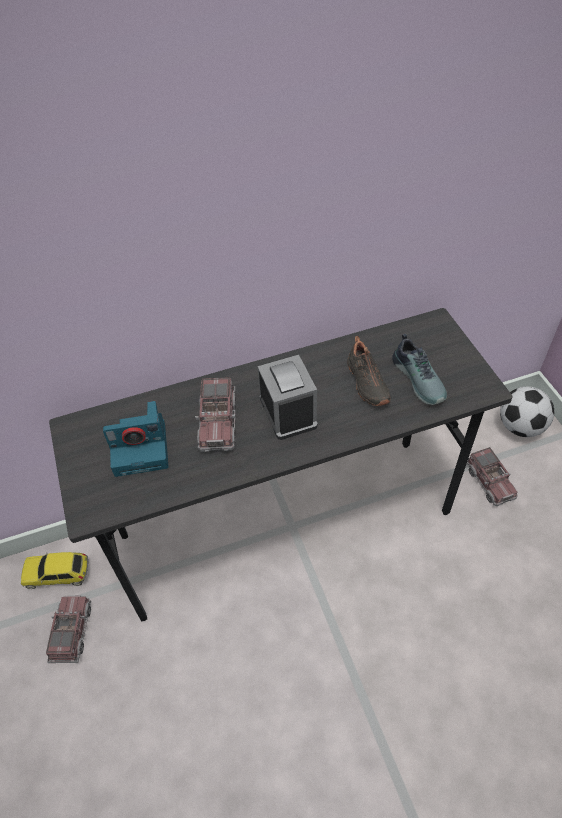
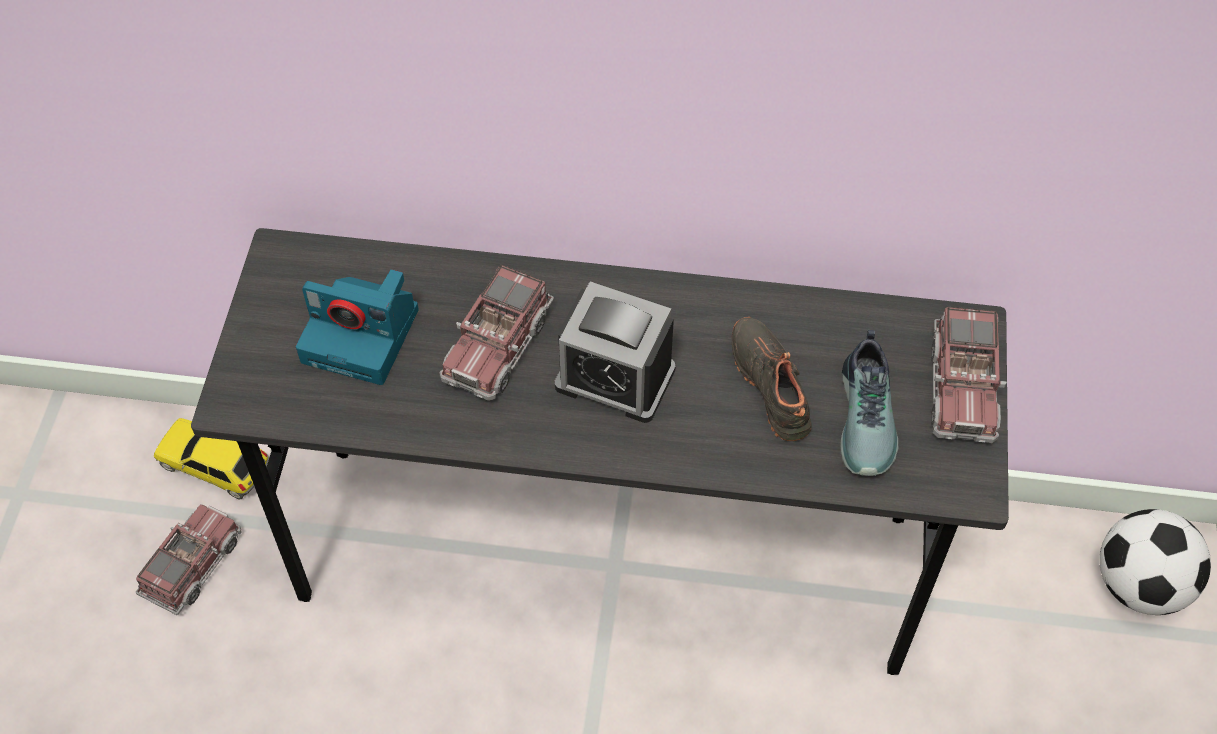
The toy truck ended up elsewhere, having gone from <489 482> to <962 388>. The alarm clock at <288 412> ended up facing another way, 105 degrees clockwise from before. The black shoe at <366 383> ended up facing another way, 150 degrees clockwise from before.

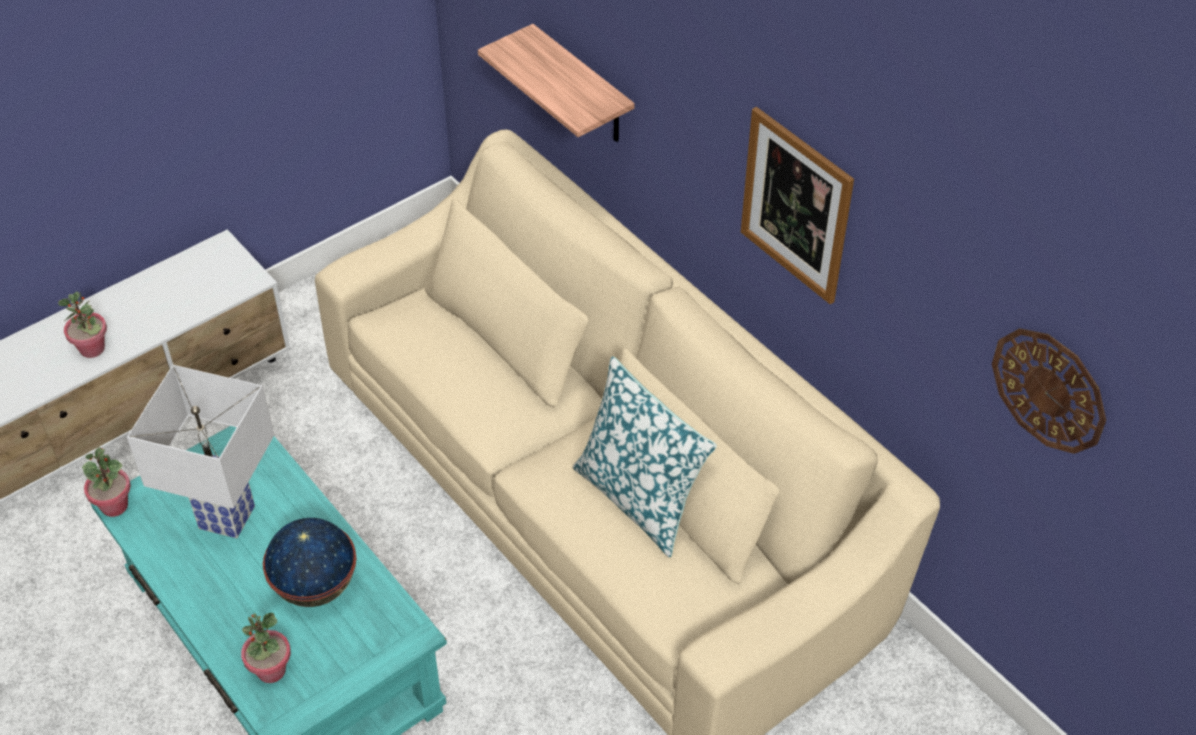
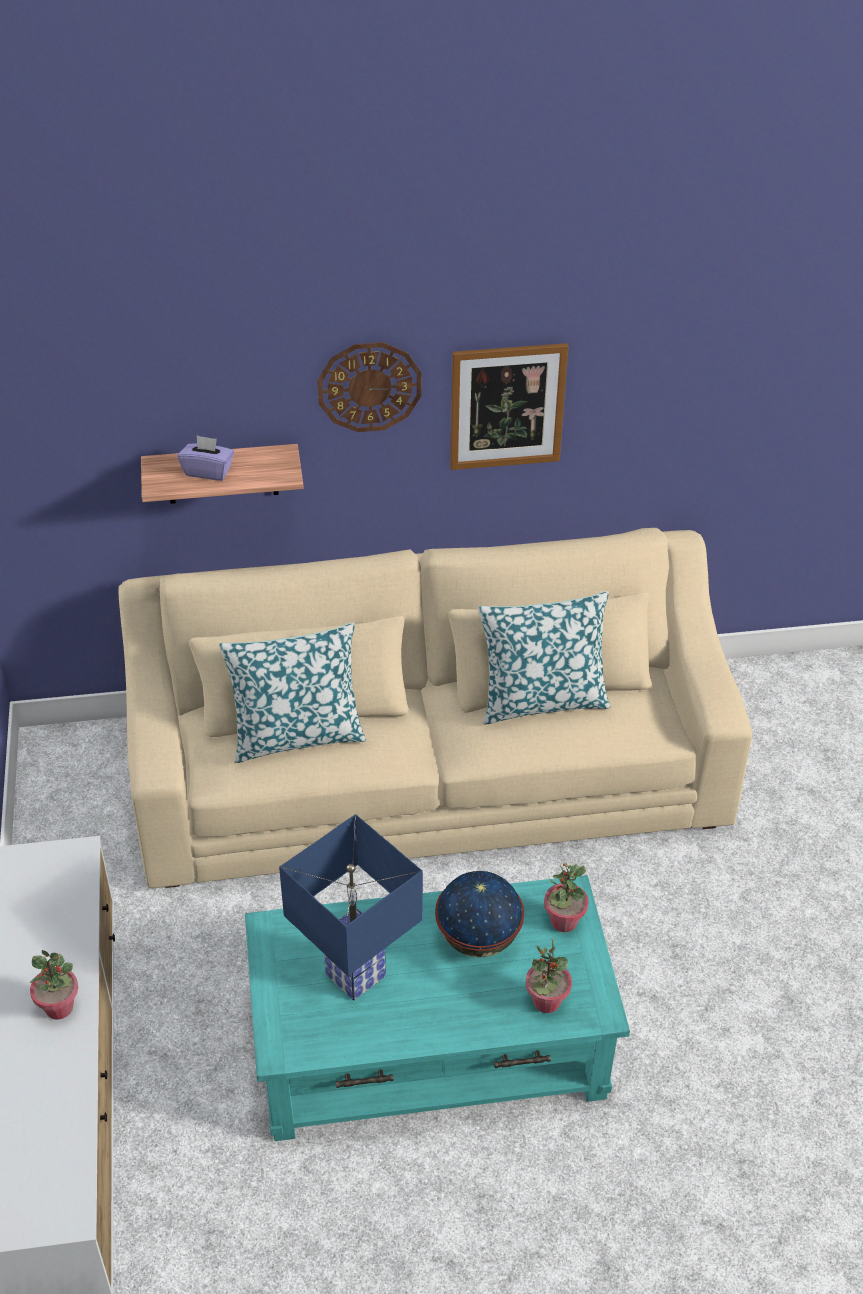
The second view gained the purple tissue box at <208 471>. The second view gained the pillow at <297 735>. The potted plant ended up elsewhere, having gone from <114 506> to <563 921>. The wall clock ended up elsewhere, having gone from <1049 389> to <369 386>. What was the white table lamp at <227 518> turned into the blue table lamp at <357 975>.

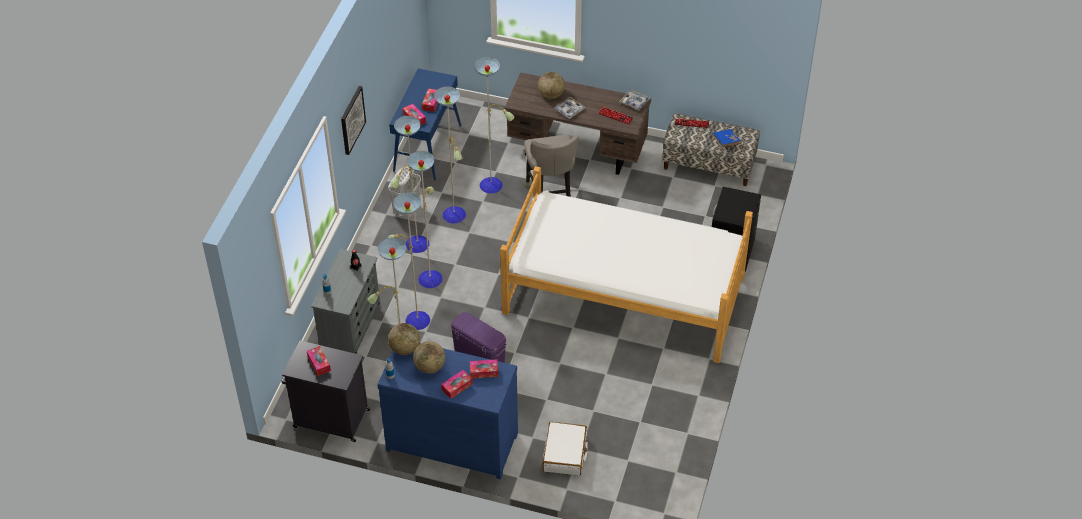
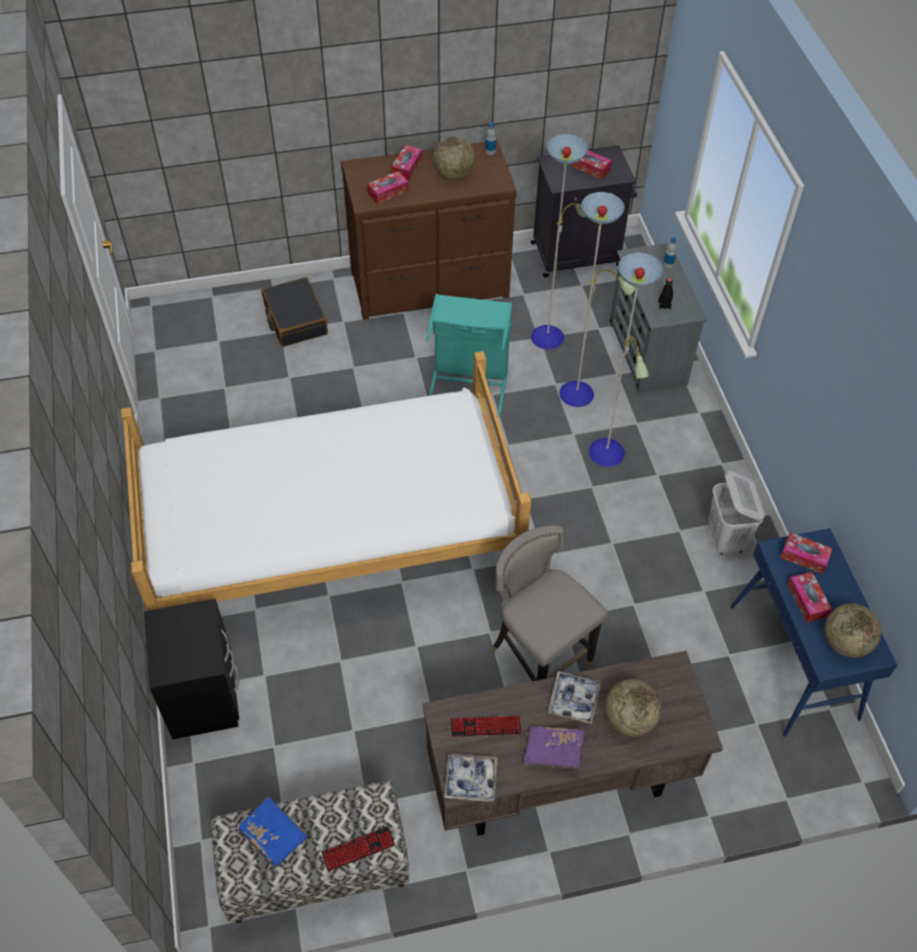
The second view lost the picture at <352 120>. The second view lost the floor lamp at <455 215>. The second view gained the purple book at <554 752>. The globe ended up elsewhere, having gone from <405 348> to <845 643>. Where the purple storage box stood at <479 356>, the turquoise laundry basket came to stand at <469 383>. What was the blue dresser at <452 439> turned into the brown dresser at <430 285>. What was the white suitcase at <565 454> turned into the black suitcase at <295 320>.

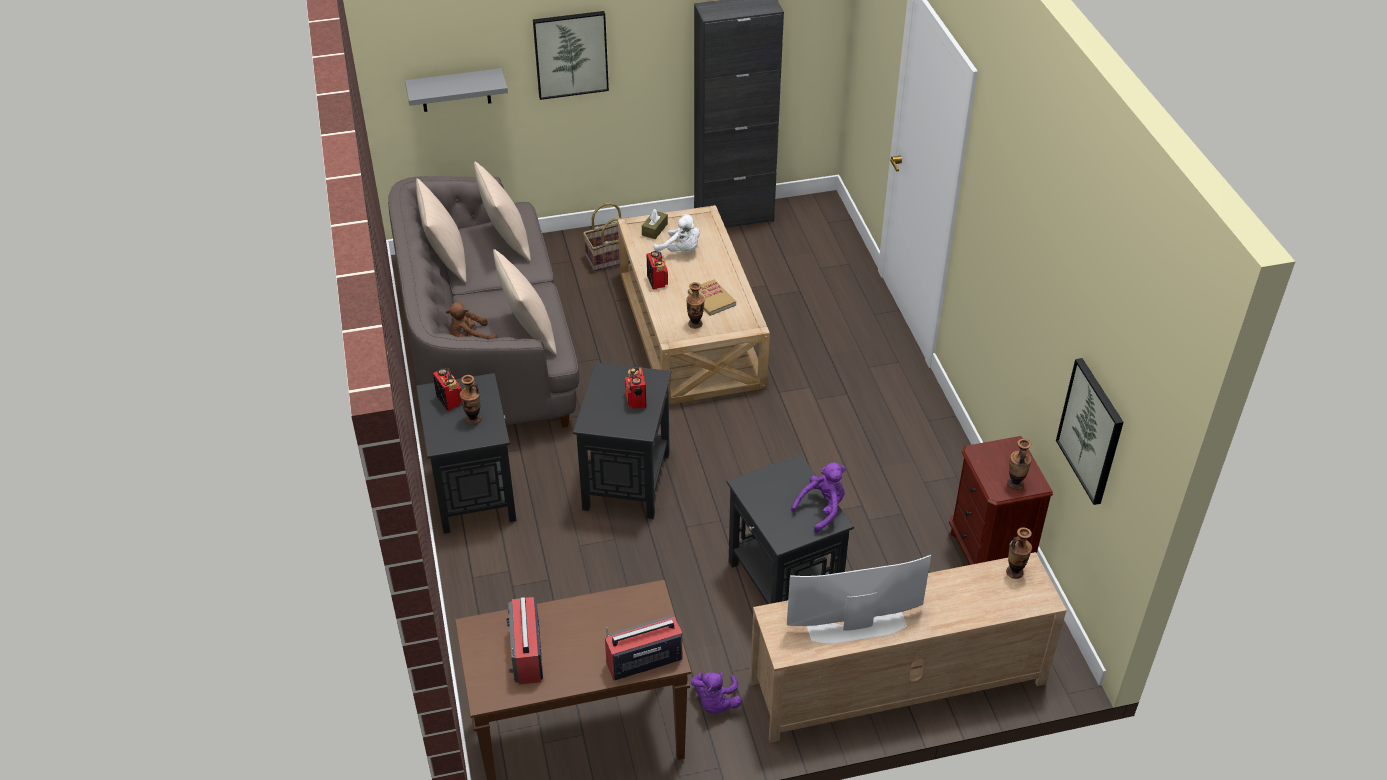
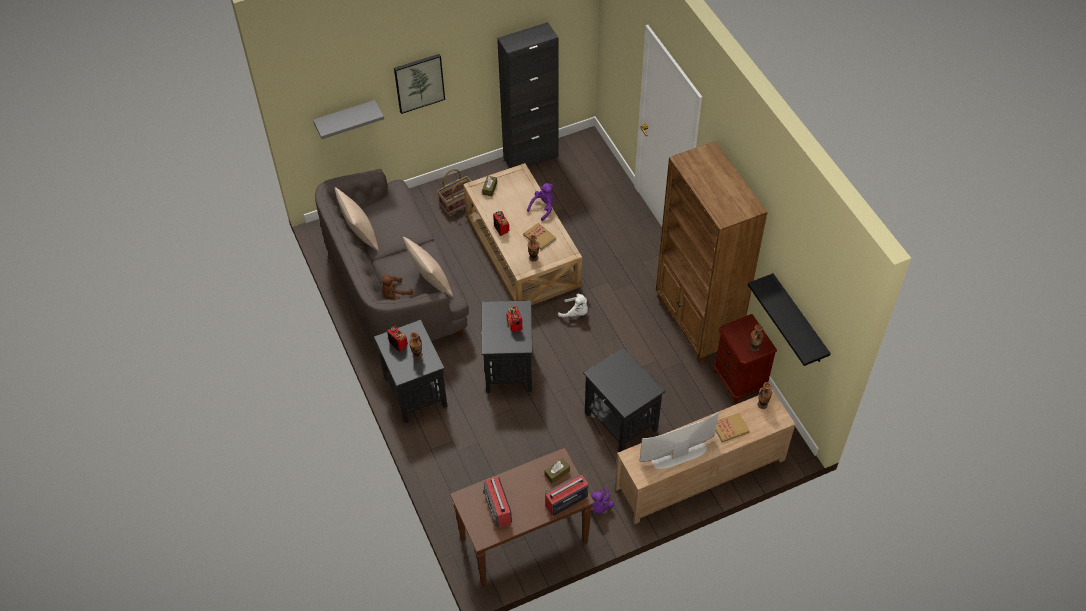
The second view lost the beige pillow at <506 241>. The second view gained the brown tissue box at <557 473>. The second view gained the brown bookcase at <697 323>. The second view gained the book at <730 428>. The white plush toy ended up elsewhere, having gone from <681 250> to <575 313>. The purple plush toy ended up elsewhere, having gone from <822 509> to <543 208>. Where the picture hung at <1091 431>, the black shelf came to hang at <799 320>.

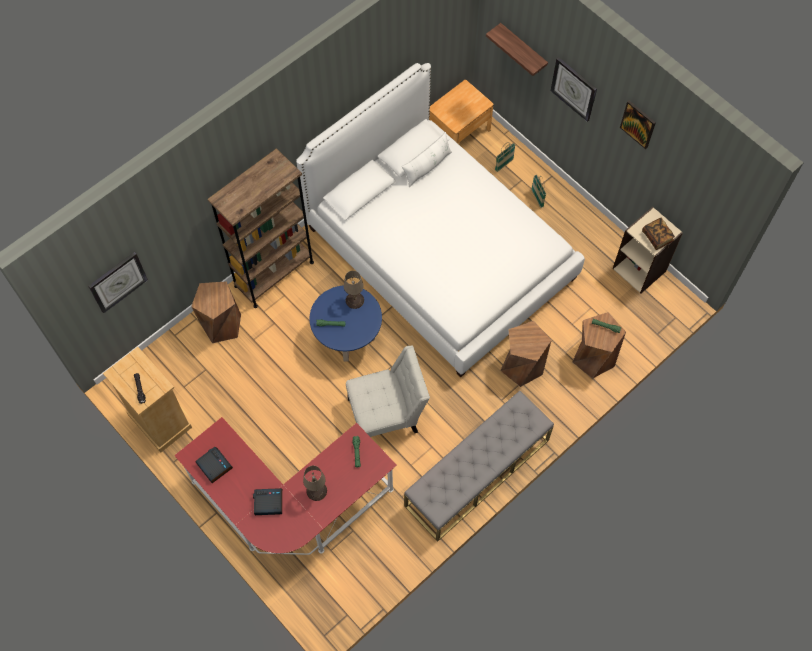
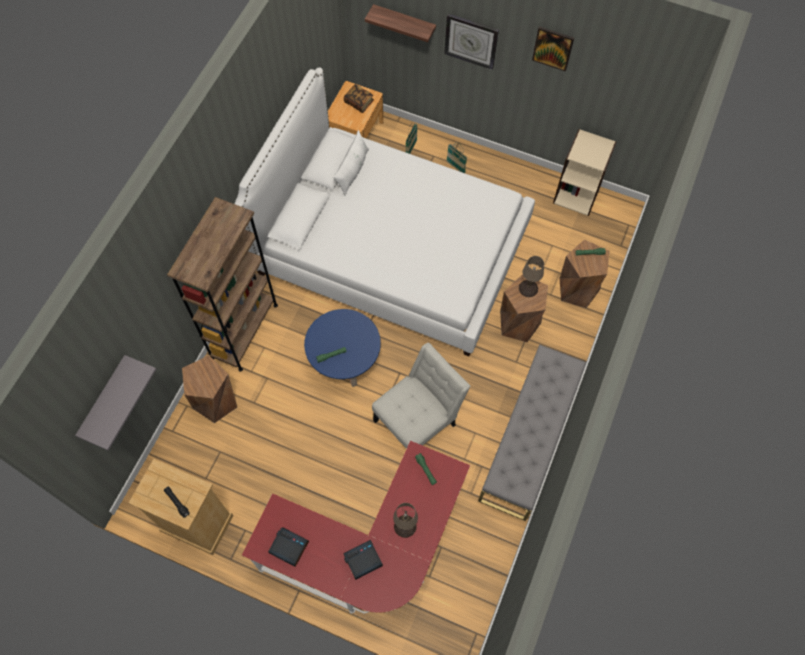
The beige table lamp ended up elsewhere, having gone from <354 300> to <528 288>. The book ended up elsewhere, having gone from <657 237> to <359 102>. Where the wall clock hung at <117 281>, the grey shelf came to hang at <104 399>.

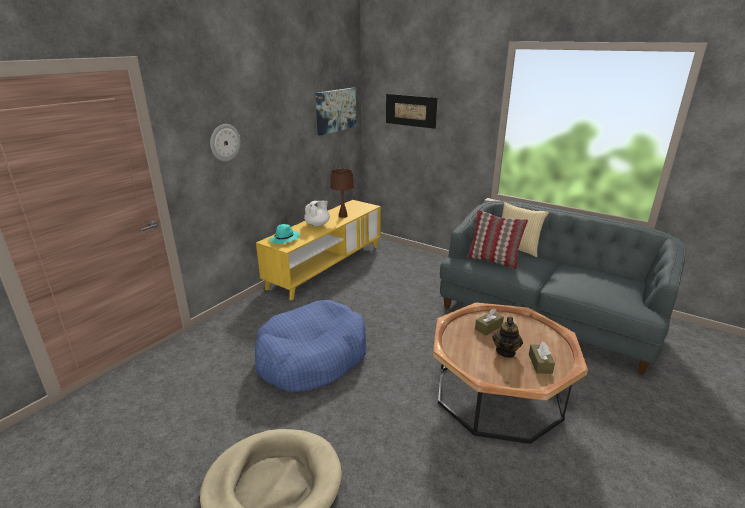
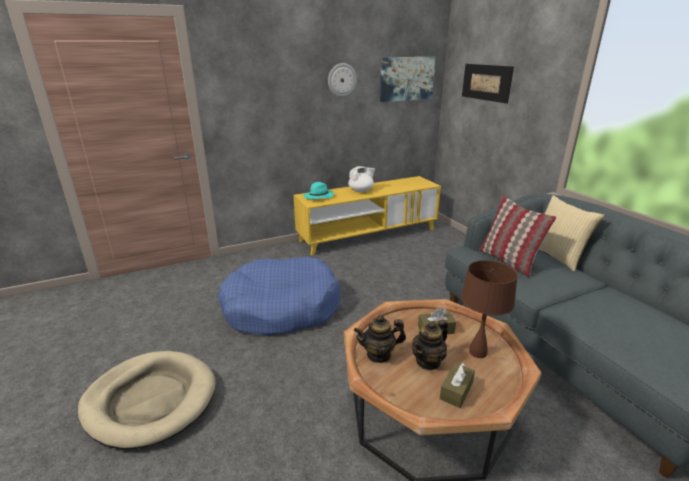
The second view gained the teapot at <379 355>. The wall clock ended up elsewhere, having gone from <224 142> to <342 80>. The brown table lamp ended up elsewhere, having gone from <343 216> to <477 352>.

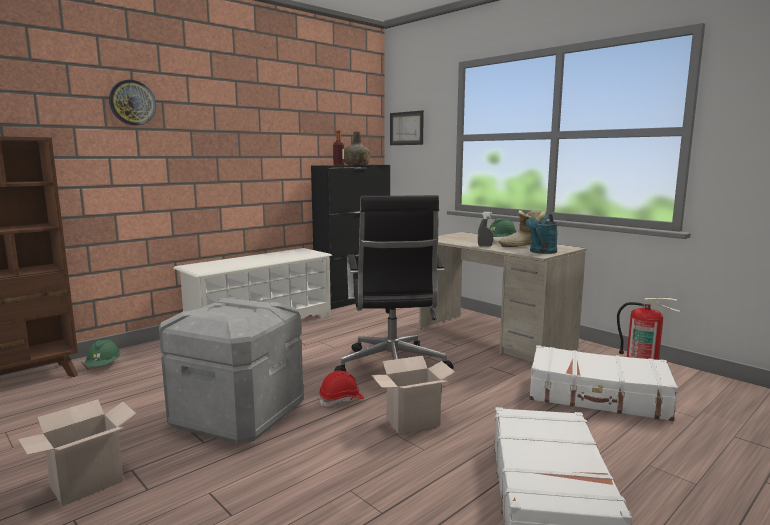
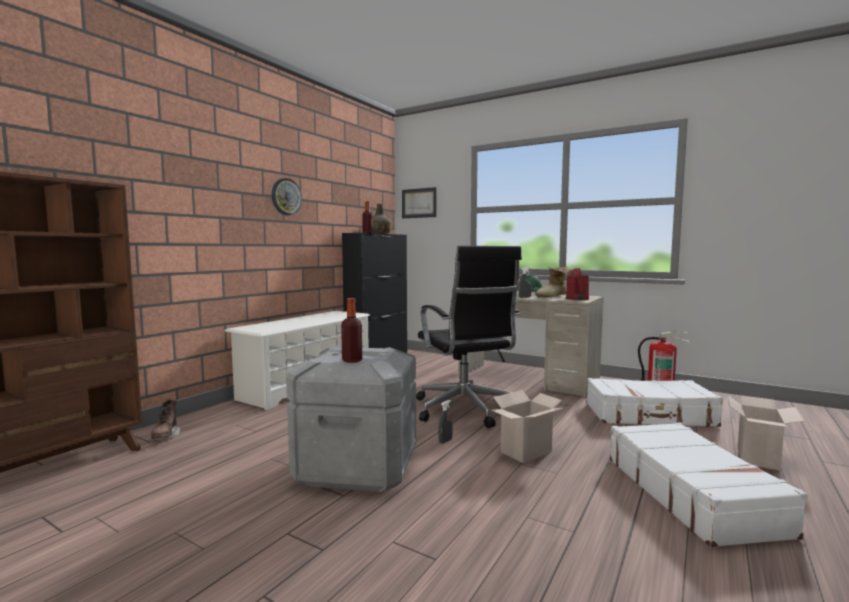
The second view gained the bottle at <352 360>. The cardboard box ended up elsewhere, having gone from <86 486> to <759 459>. The wall clock ended up elsewhere, having gone from <132 103> to <286 196>. Where the green hard hat stood at <103 365>, the brown boot came to stand at <165 436>. Where the red hard hat stood at <341 400>, the grey spray bottle came to stand at <445 441>. What was the turquoise watering can at <541 252> turned into the red watering can at <577 299>.

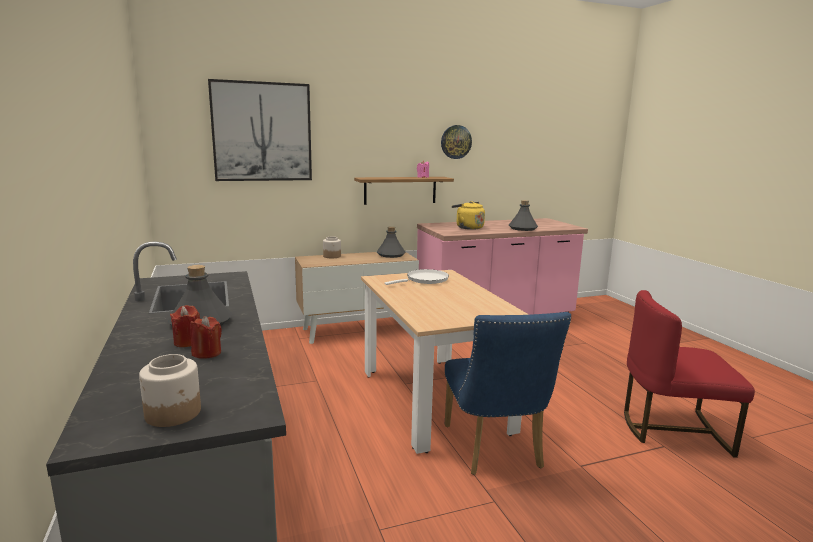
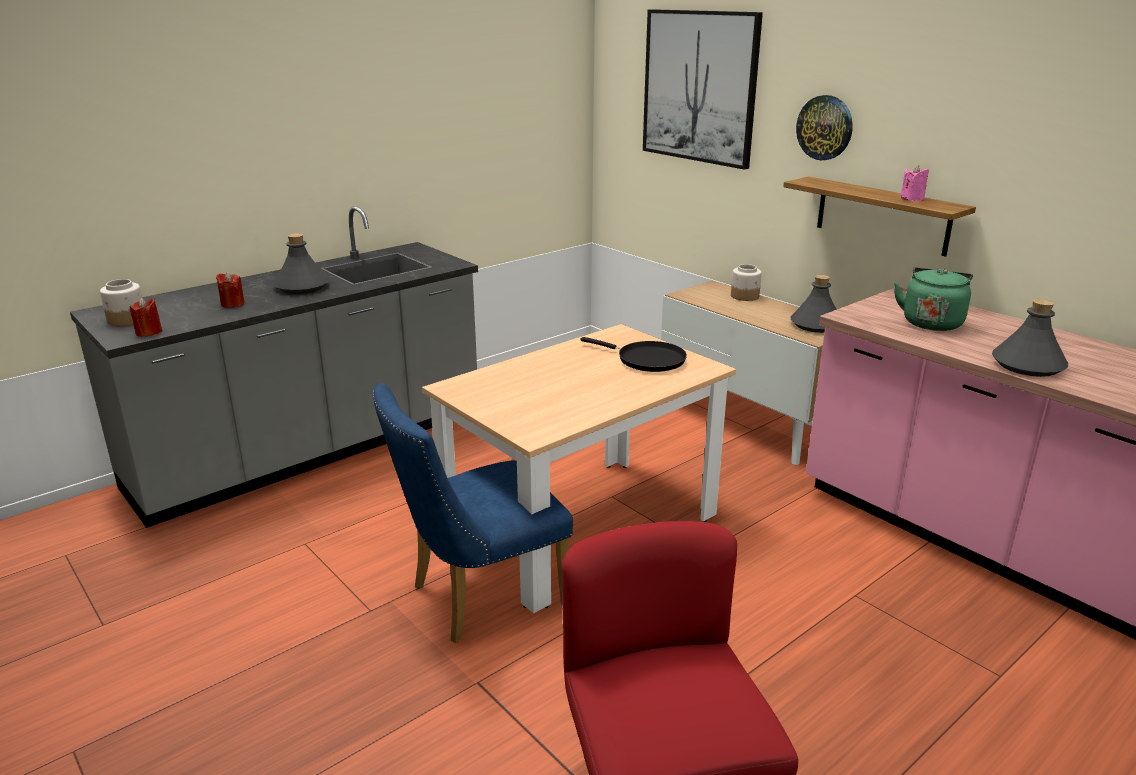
The red candle ended up elsewhere, having gone from <187 342> to <149 332>. The wall clock ended up elsewhere, having gone from <456 142> to <825 127>. What was the white frying pan at <425 280> turned into the black frying pan at <646 360>. What was the yellow kettle at <468 228> turned into the green kettle at <931 322>.

